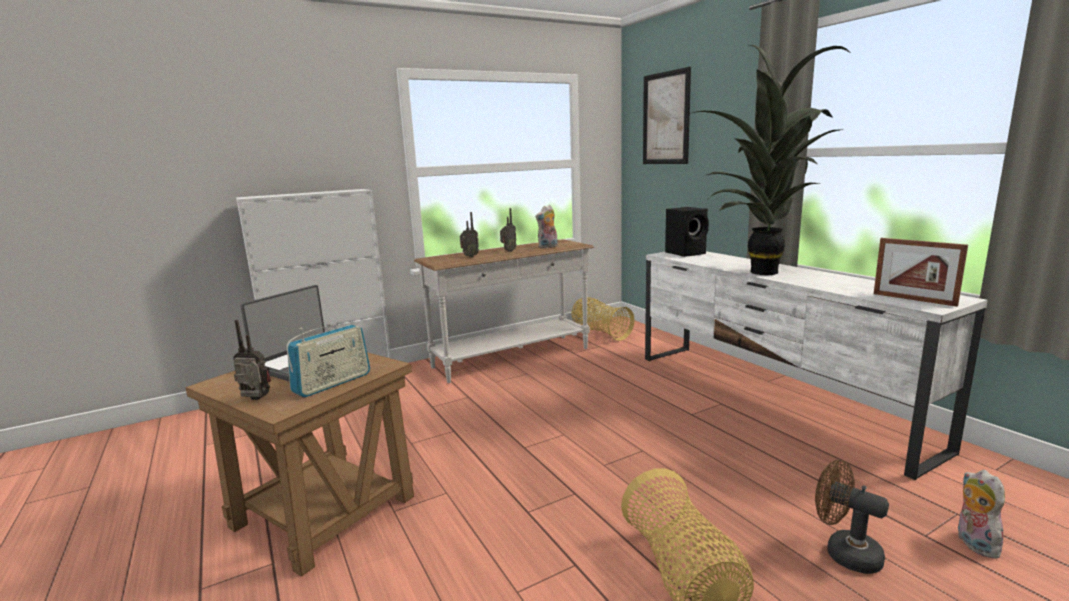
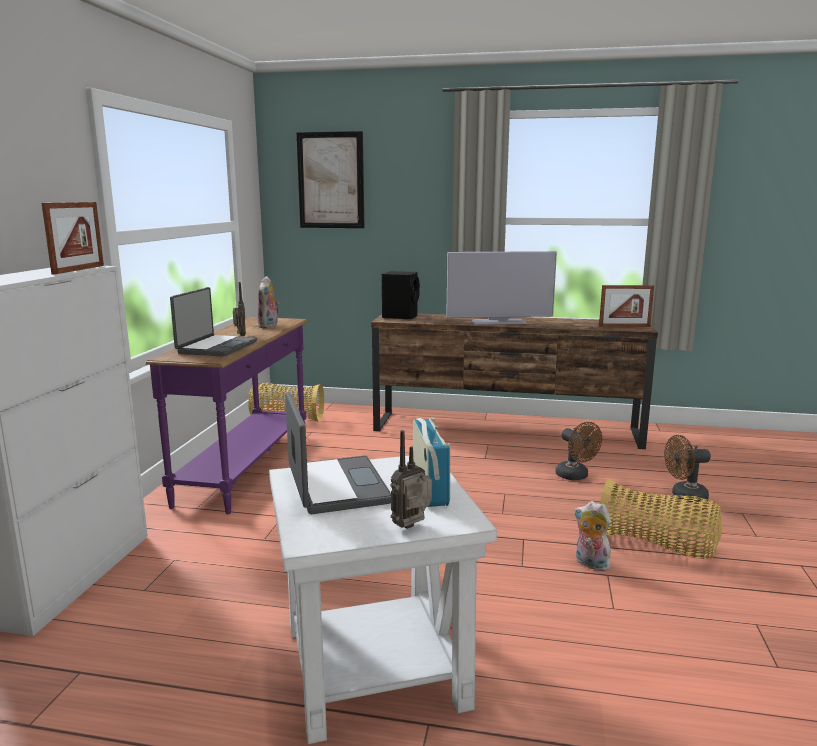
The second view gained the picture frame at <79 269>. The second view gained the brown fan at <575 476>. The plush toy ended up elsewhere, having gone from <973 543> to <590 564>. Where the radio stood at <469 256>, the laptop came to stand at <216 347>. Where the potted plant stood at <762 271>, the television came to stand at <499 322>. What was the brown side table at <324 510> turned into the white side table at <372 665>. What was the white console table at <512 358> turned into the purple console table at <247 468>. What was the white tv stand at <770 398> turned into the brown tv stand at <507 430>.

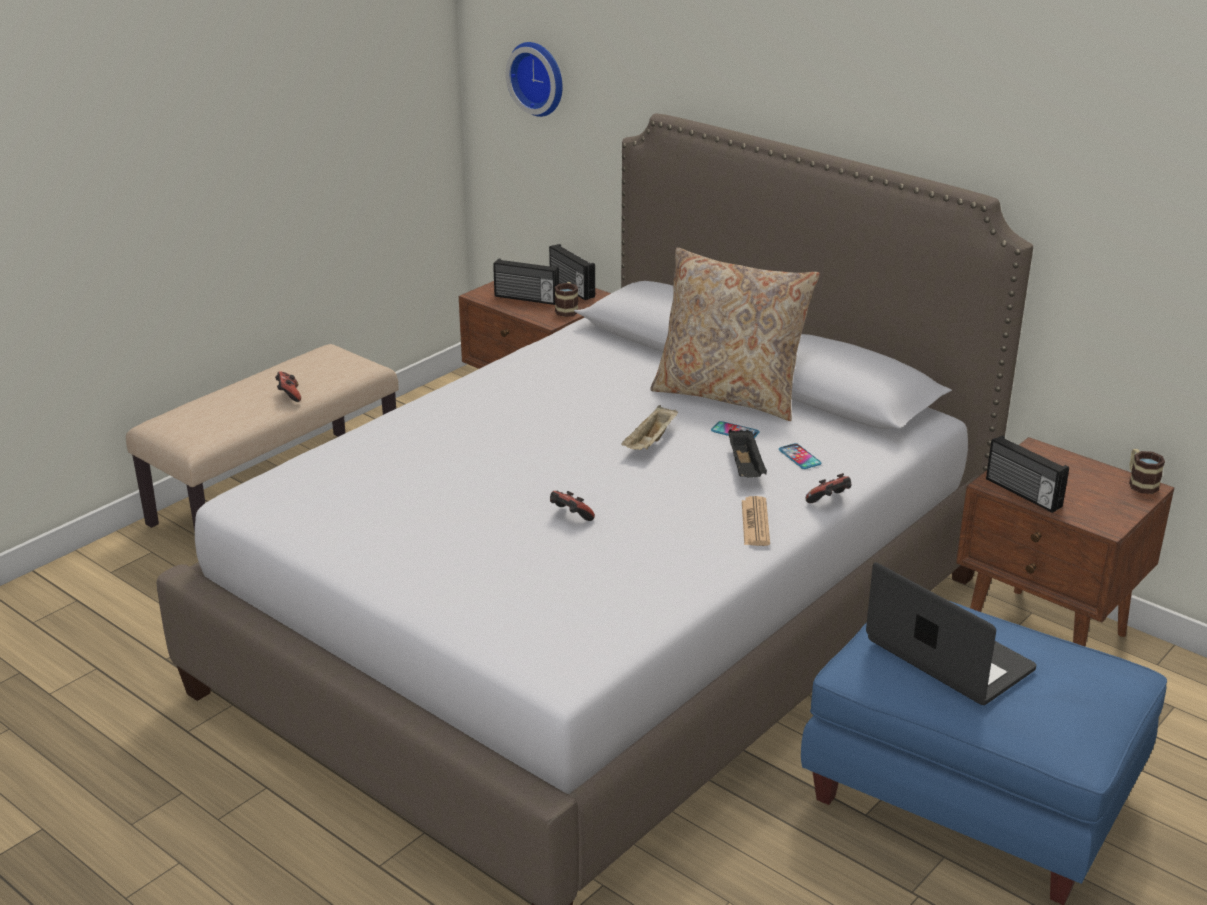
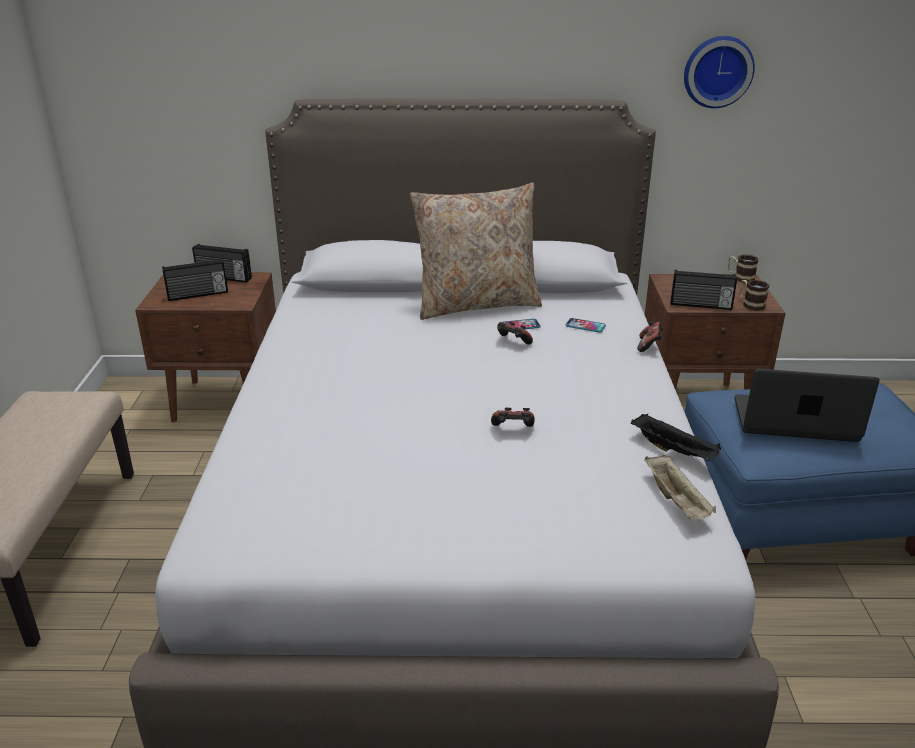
The second view lost the newspaper at <755 522>. The game controller ended up elsewhere, having gone from <289 395> to <512 343>. The wall clock ended up elsewhere, having gone from <539 78> to <717 71>. The mug ended up elsewhere, having gone from <567 309> to <750 304>. The beige tray ended up elsewhere, having gone from <650 443> to <677 501>. The black tray ended up elsewhere, having gone from <746 468> to <674 451>.

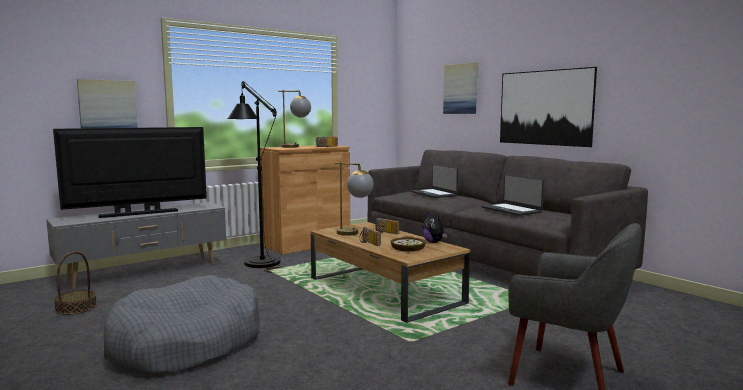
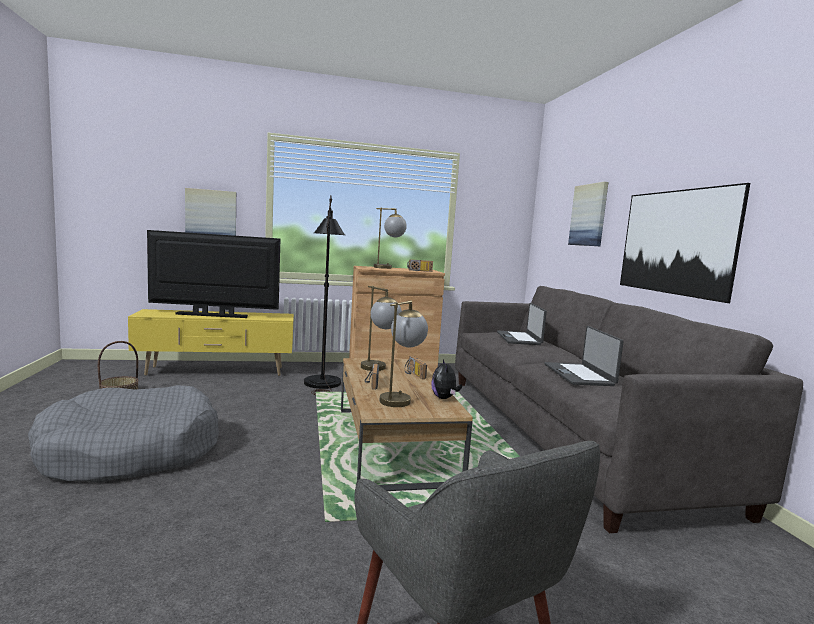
Where the bowl stood at <407 248>, the table lamp came to stand at <400 398>. What was the grey tv stand at <145 273> turned into the yellow tv stand at <217 371>.

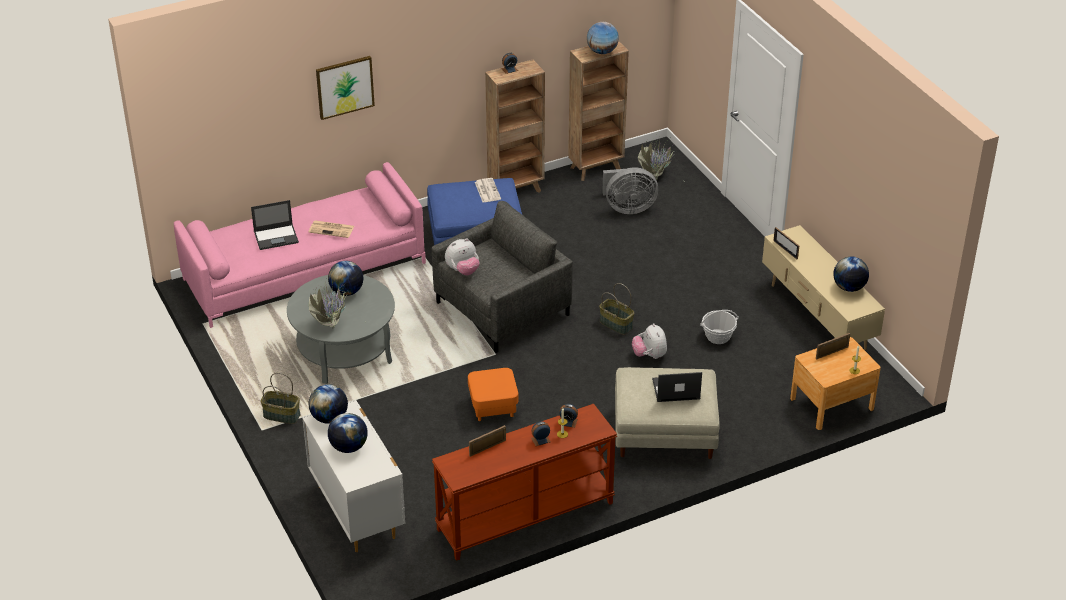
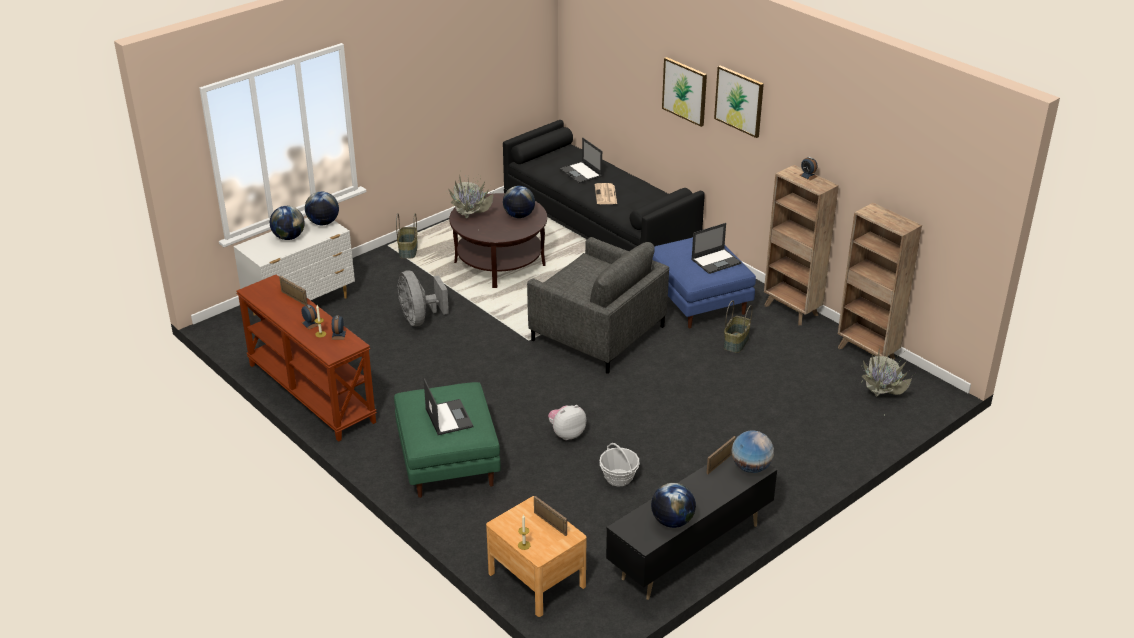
The second view lost the plush toy at <463 270>. The second view lost the orange ottoman at <493 406>. The second view gained the picture at <739 101>. The globe ended up elsewhere, having gone from <602 51> to <750 467>. The basket ended up elsewhere, having gone from <616 324> to <736 343>. The grey fan ended up elsewhere, having gone from <628 208> to <420 319>. Where the newspaper stood at <487 190>, the laptop came to stand at <716 261>. What was the pink sofa at <304 271> turned into the black sofa at <599 224>. What was the grey coffee table at <344 352> turned into the brown coffee table at <500 263>. What was the beige ottoman at <663 434> turned into the green ottoman at <447 460>. What was the beige tv stand at <817 318> turned into the black tv stand at <689 551>.

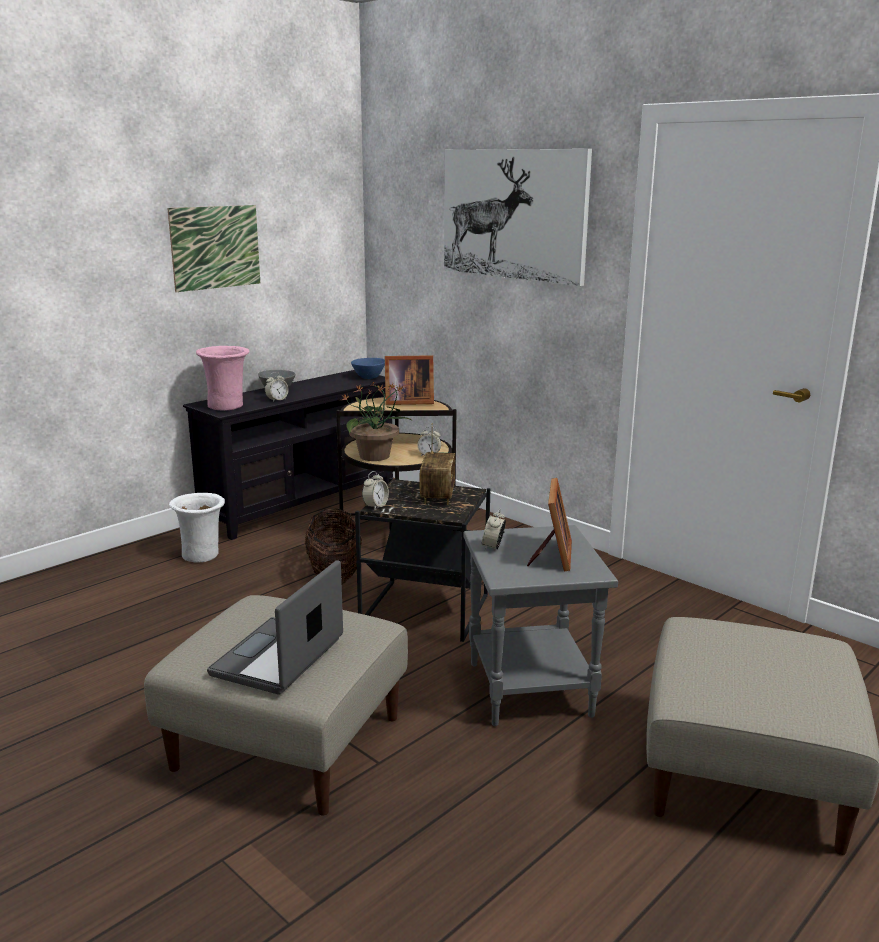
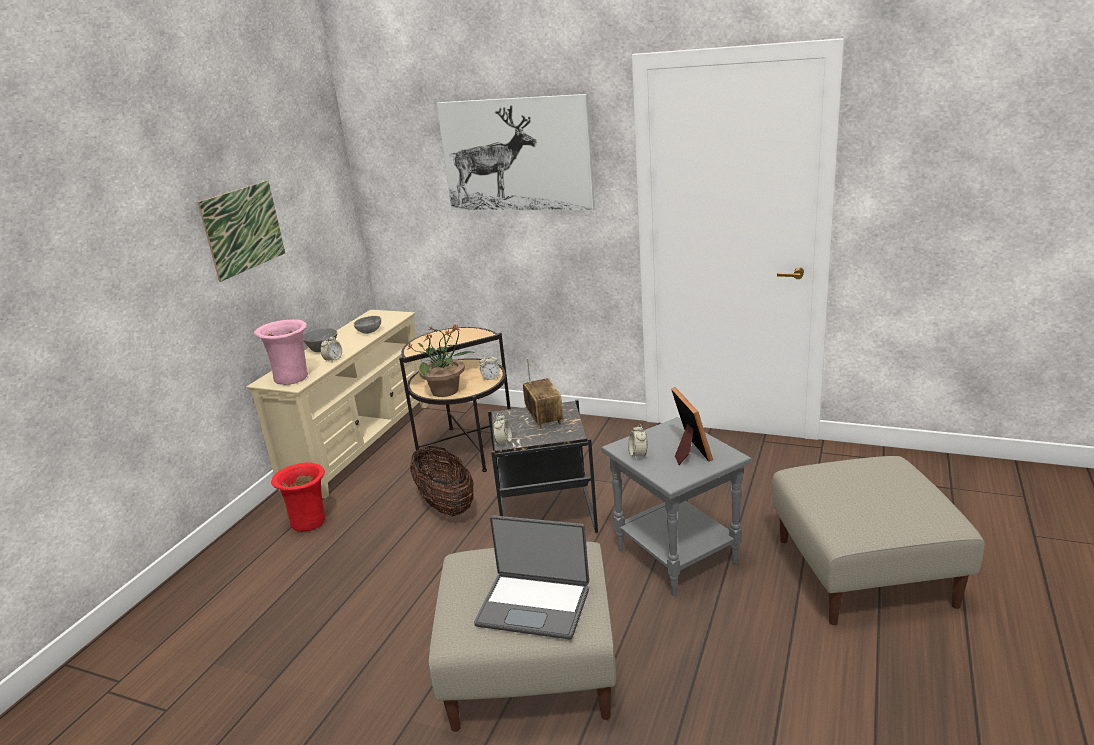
The second view lost the blue bowl at <368 377>. The second view lost the picture frame at <407 402>. The second view gained the grey bowl at <368 331>. What was the white vase at <202 555> turned into the red vase at <310 521>. What was the black tv stand at <300 504> turned into the beige tv stand at <359 445>. The laptop at <280 658> ended up facing another way, 75 degrees counterclockwise from before.

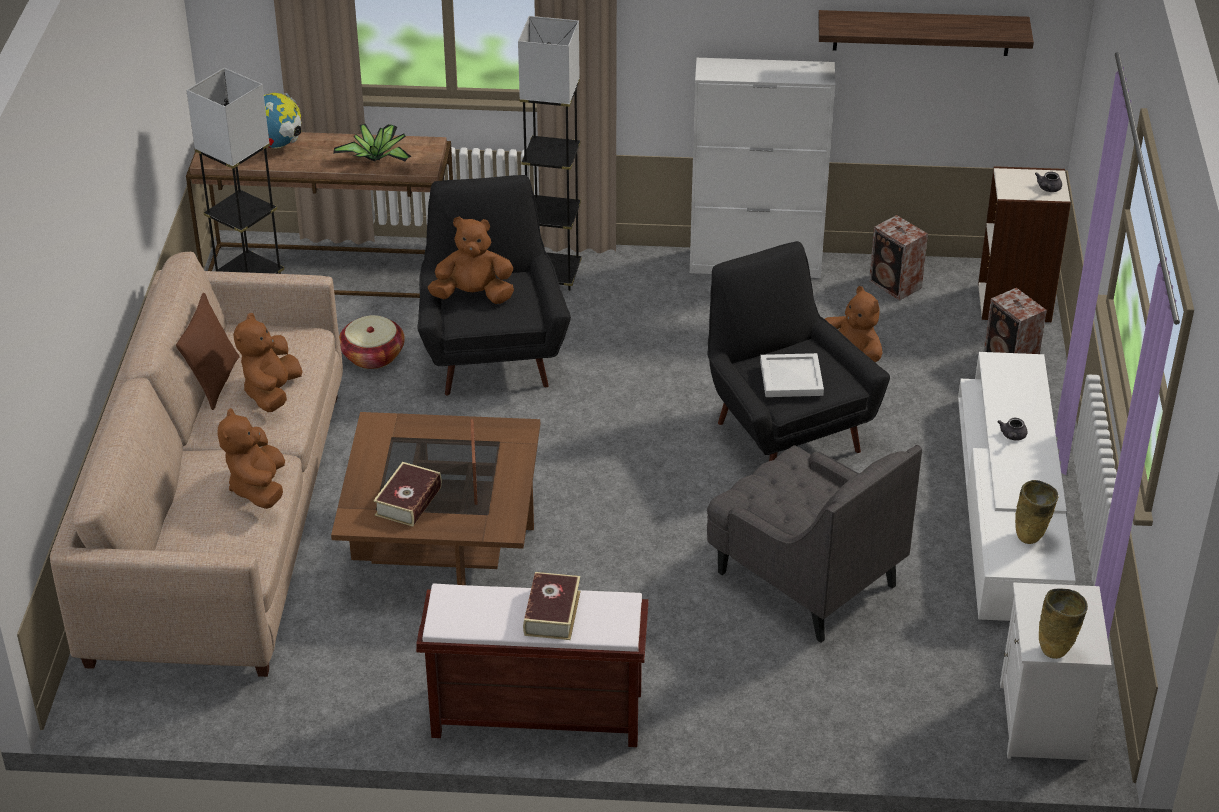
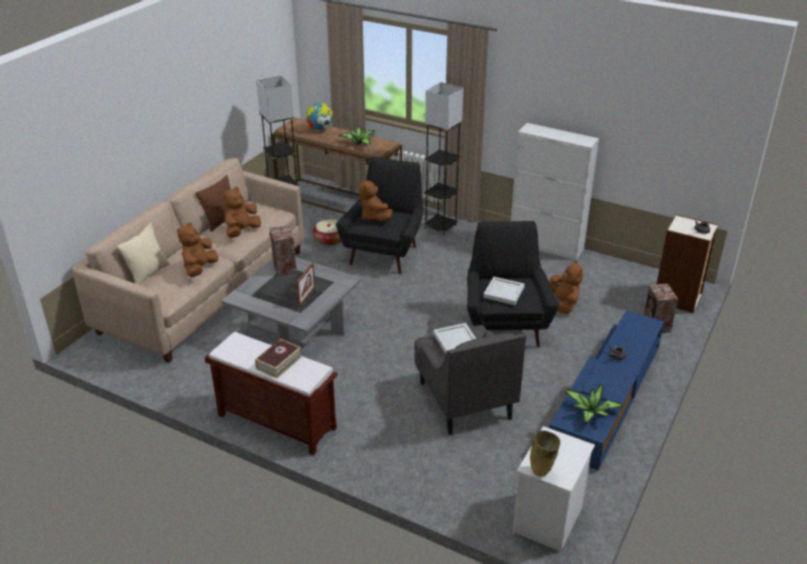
The second view lost the book at <408 501>. The second view lost the shelf at <921 32>. The second view gained the beige pillow at <148 274>. The second view gained the white tray at <456 340>. The speaker ended up elsewhere, having gone from <896 285> to <284 268>. Where the beige vase stood at <1031 538>, the potted plant came to stand at <591 413>. What was the brown coffee table at <443 543> turned into the grey coffee table at <296 328>. What was the white tv stand at <1009 505> turned into the blue tv stand at <606 397>. The brown plush toy at <473 296> ended up facing another way, 135 degrees counterclockwise from before.

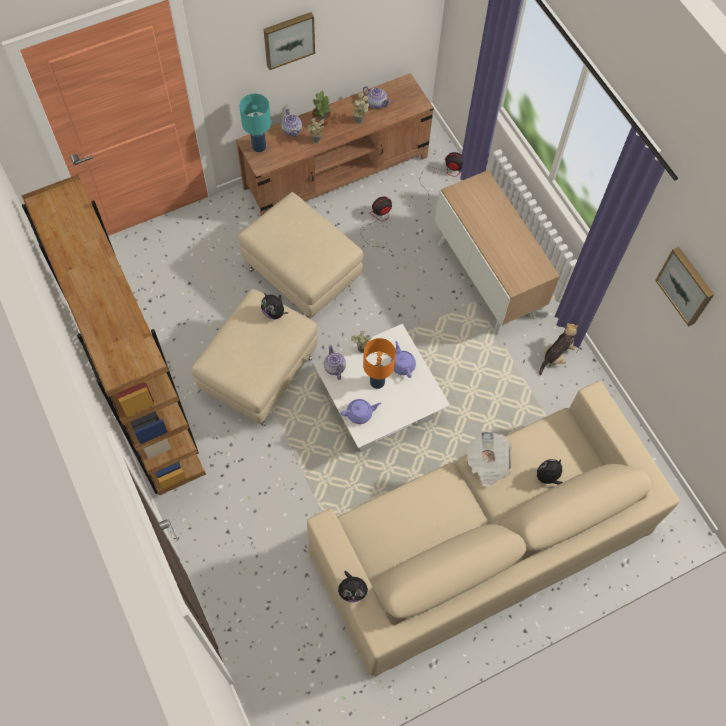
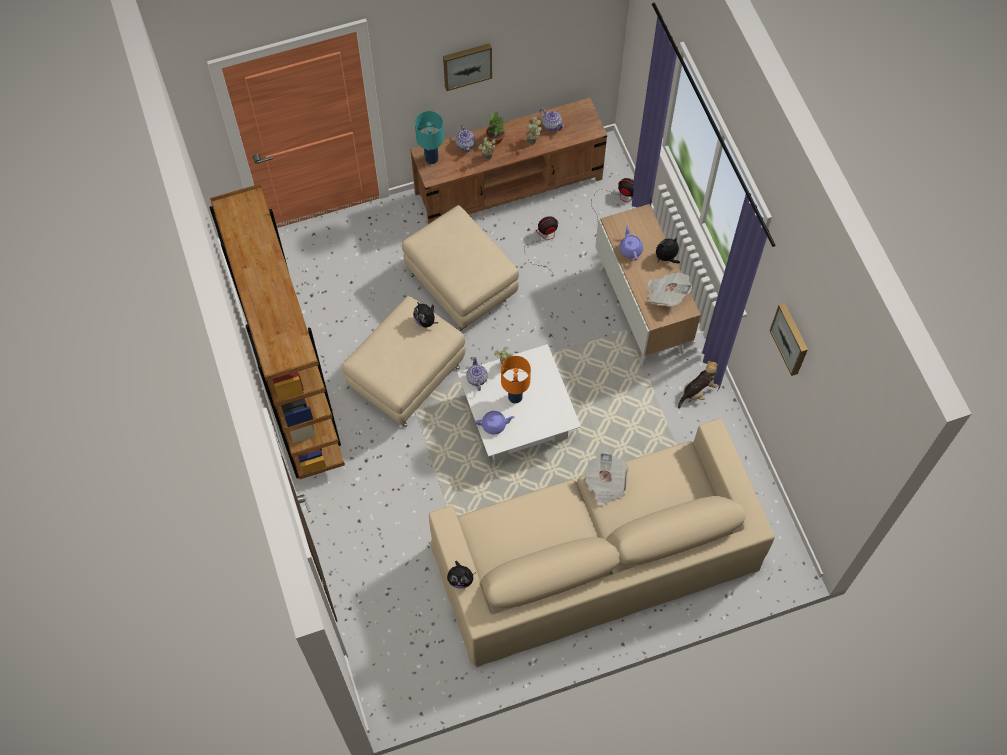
The second view gained the newspaper at <666 294>. The purple teapot ended up elsewhere, having gone from <402 365> to <630 249>. The plush toy ended up elsewhere, having gone from <548 477> to <666 257>.

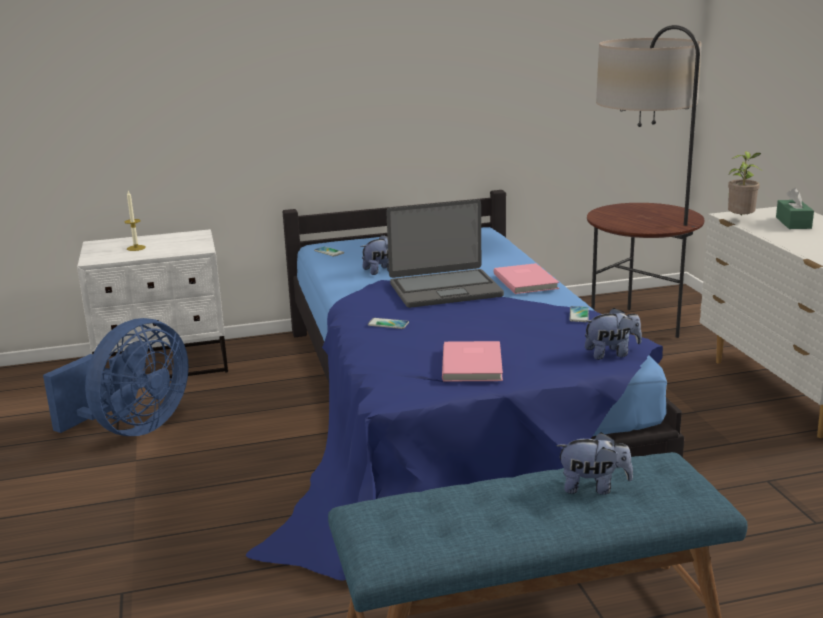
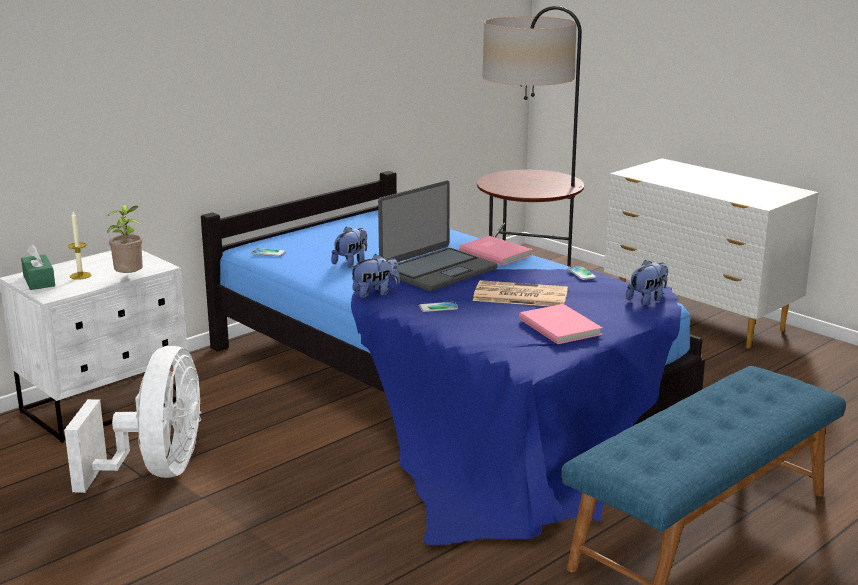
The second view gained the newspaper at <519 295>. The plush toy ended up elsewhere, having gone from <593 487> to <375 293>. The potted plant ended up elsewhere, having gone from <740 220> to <130 278>. The green tissue box ended up elsewhere, having gone from <793 223> to <39 281>. What was the blue fan at <132 428> turned into the white fan at <157 471>.

